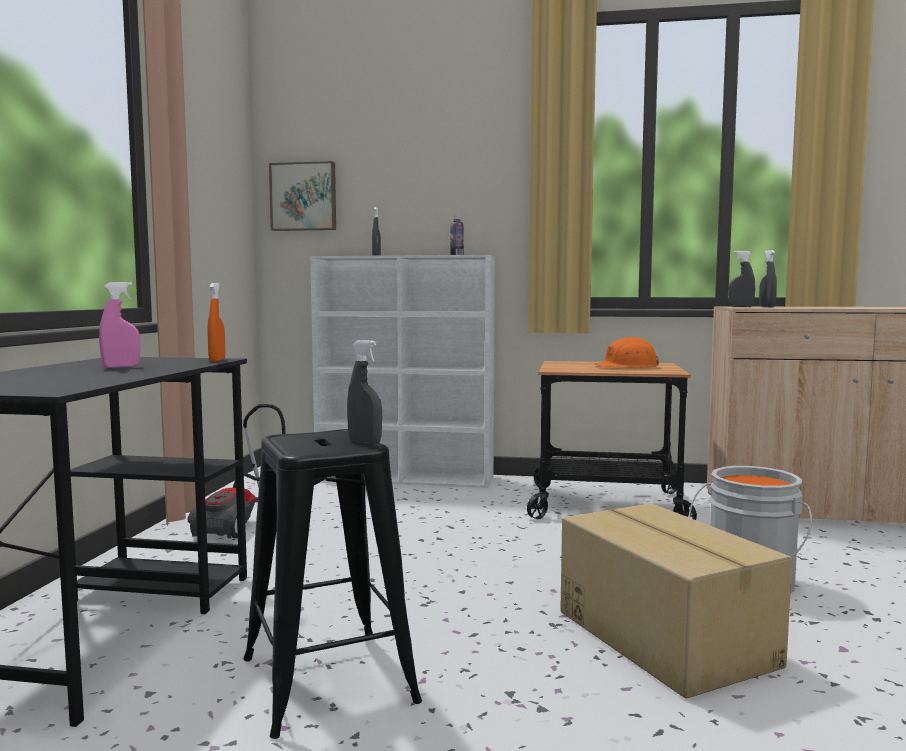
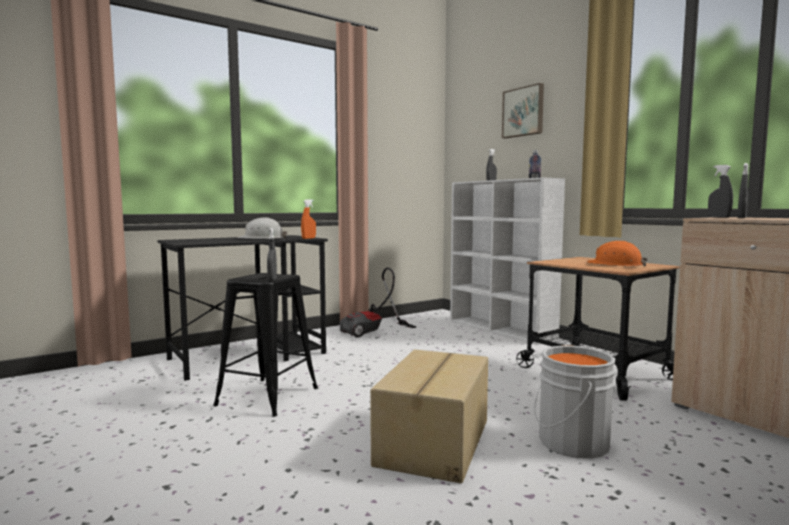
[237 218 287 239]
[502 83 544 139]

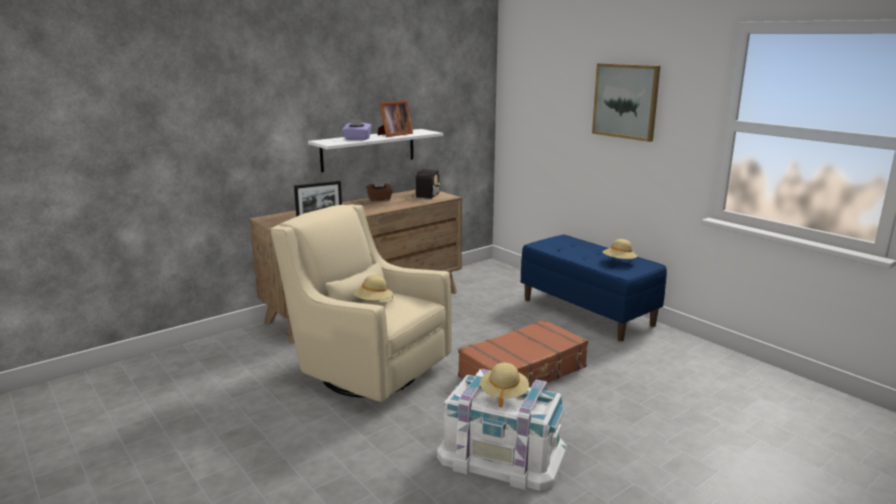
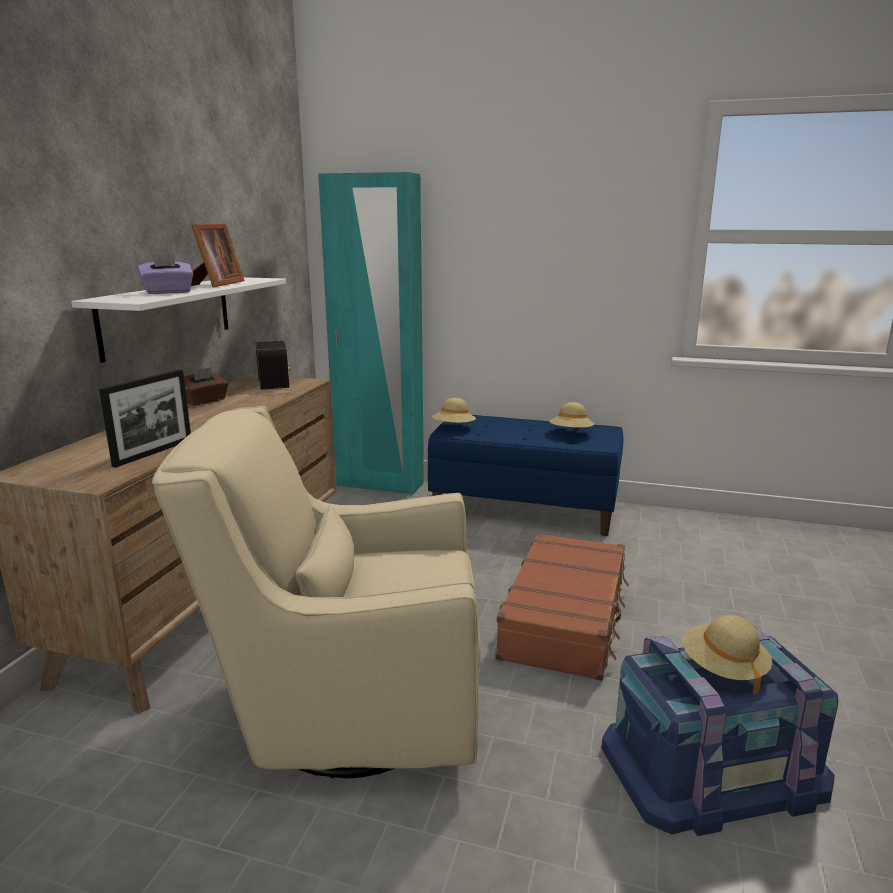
[432 398 476 423]
[601 625 838 836]
[592 63 660 142] (first image)
[318 172 424 495]

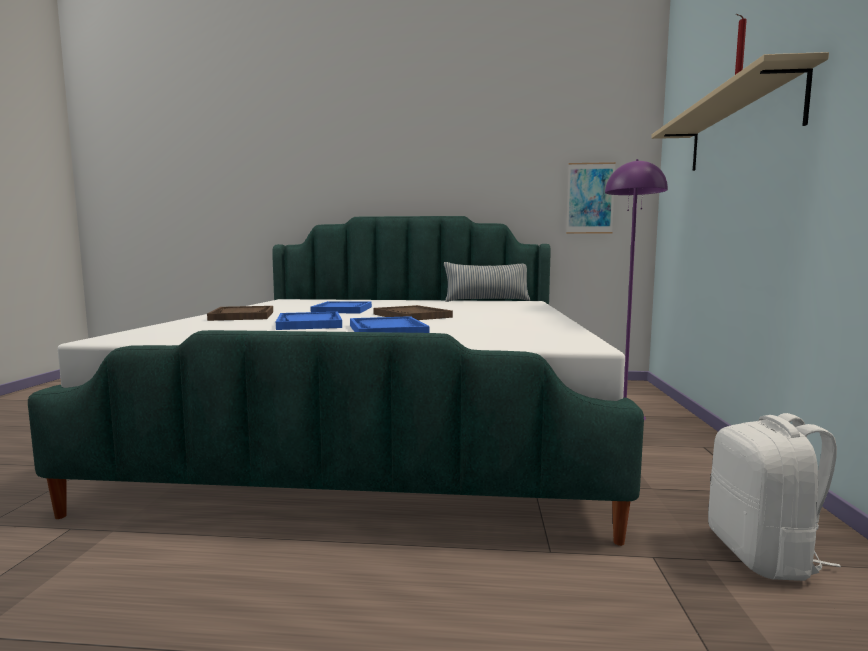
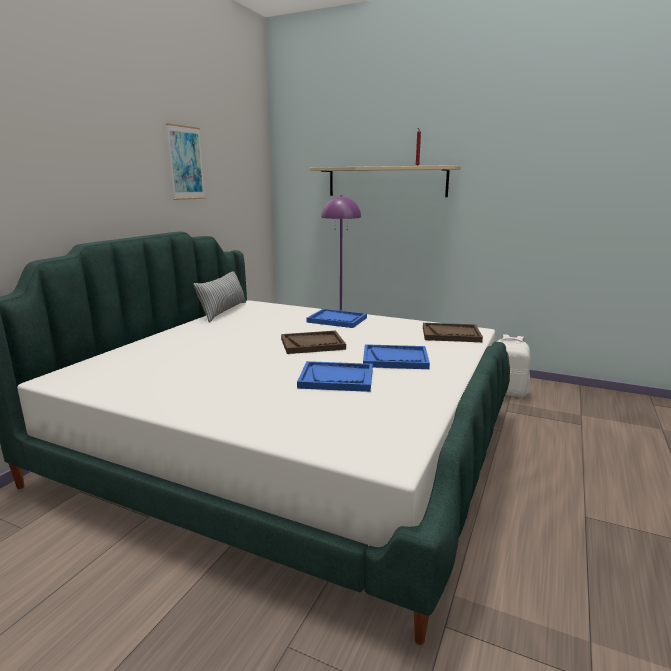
[423 323 483 342]
[307 309 367 328]
[166 123 205 200]

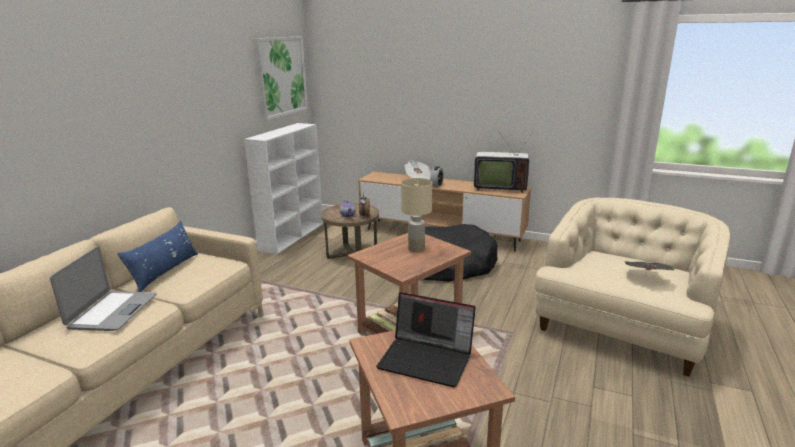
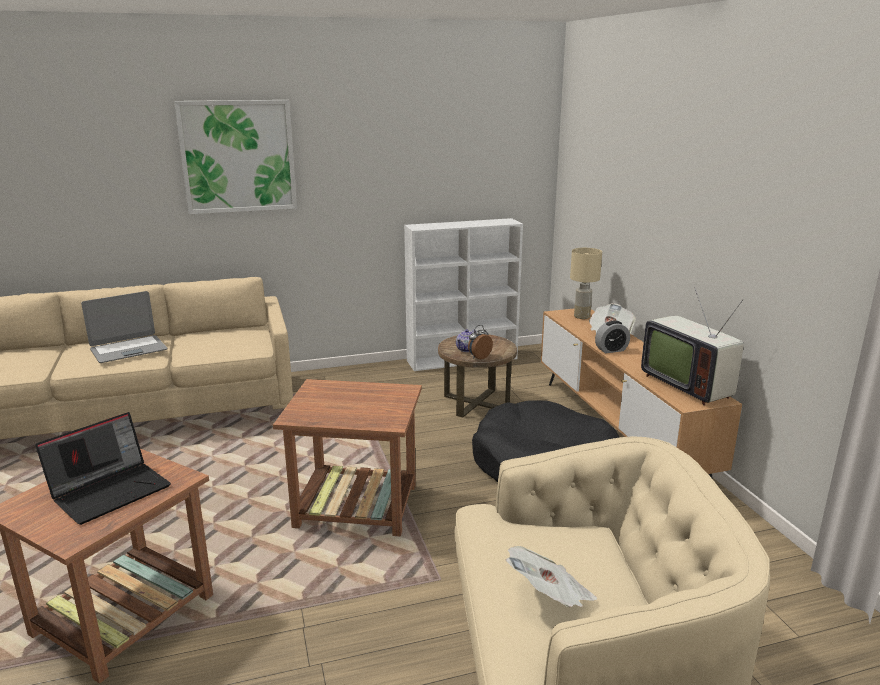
[117 221 198 292] (first image)
[174 100 297 214]
[35 412 171 525]
[570 248 602 319]

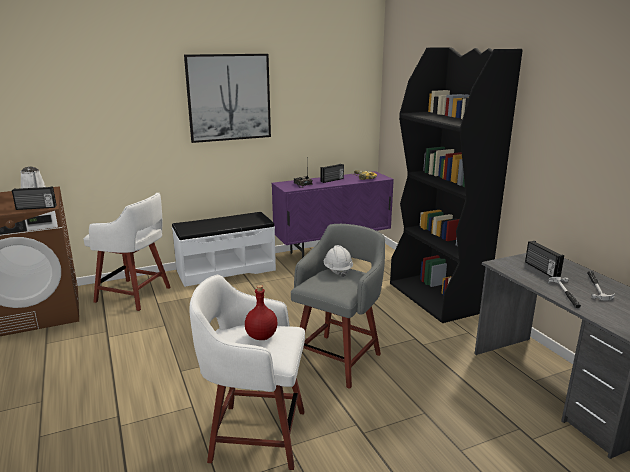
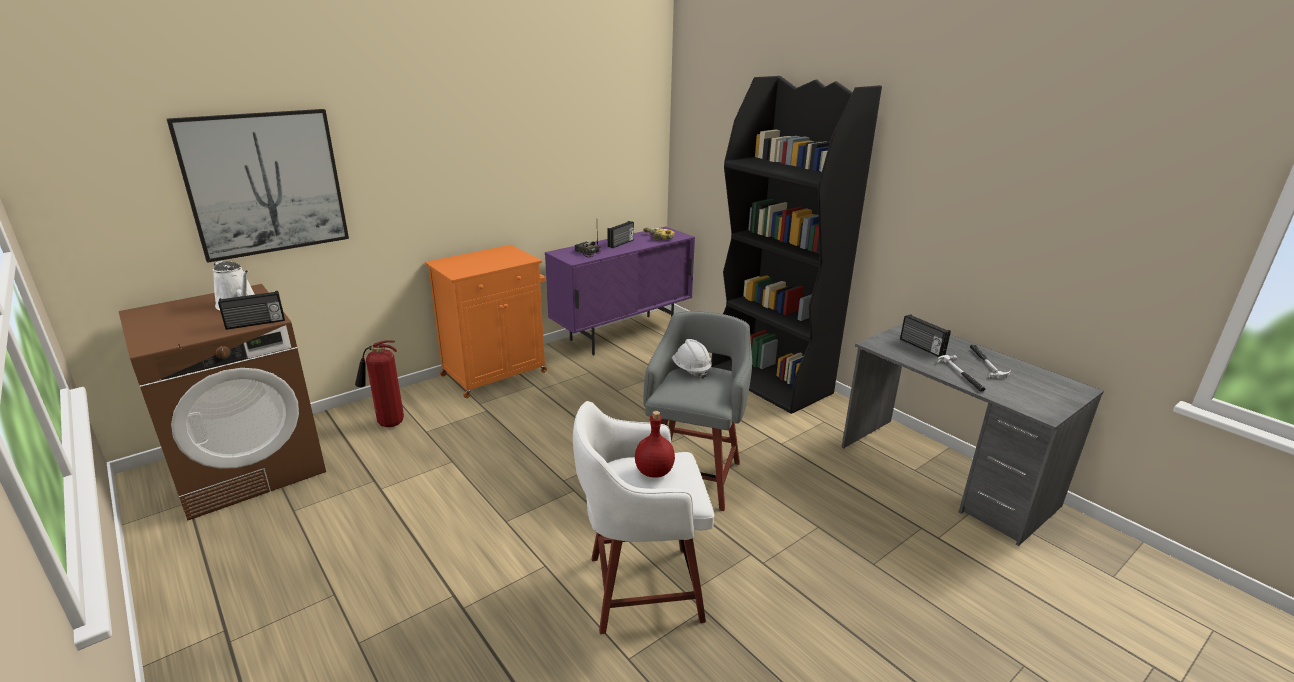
[355 340 404 427]
[425 245 547 398]
[167 109 349 263]

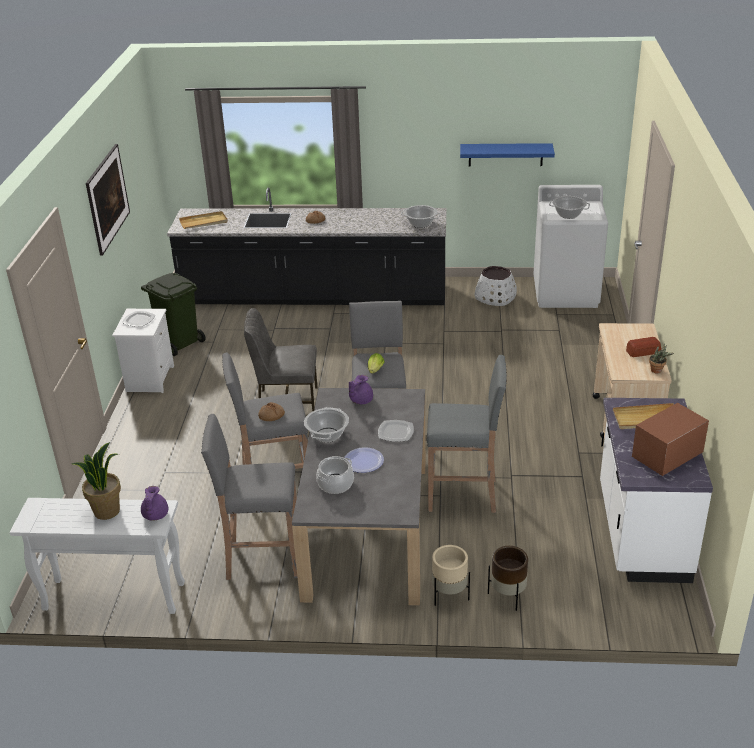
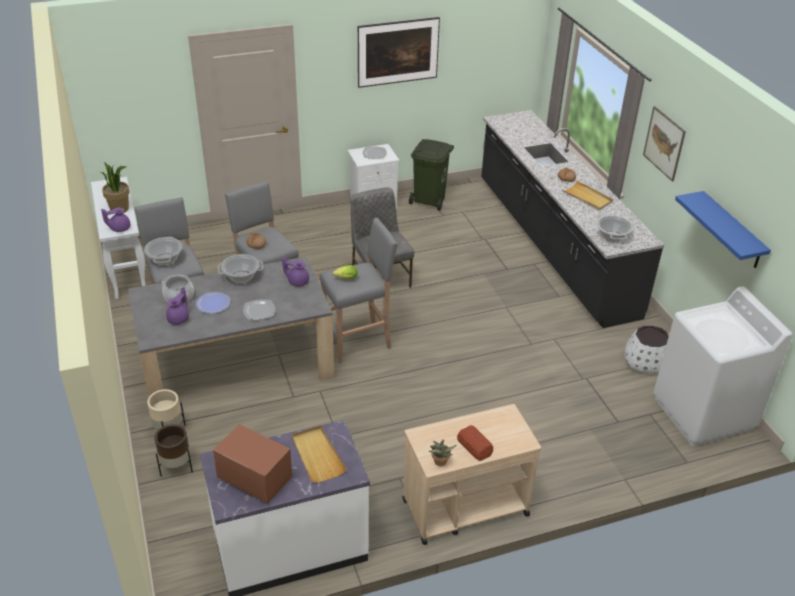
[562 181 613 210]
[427 355 507 513] (first image)
[144 237 183 265]
[166 287 189 325]
[643 106 686 181]

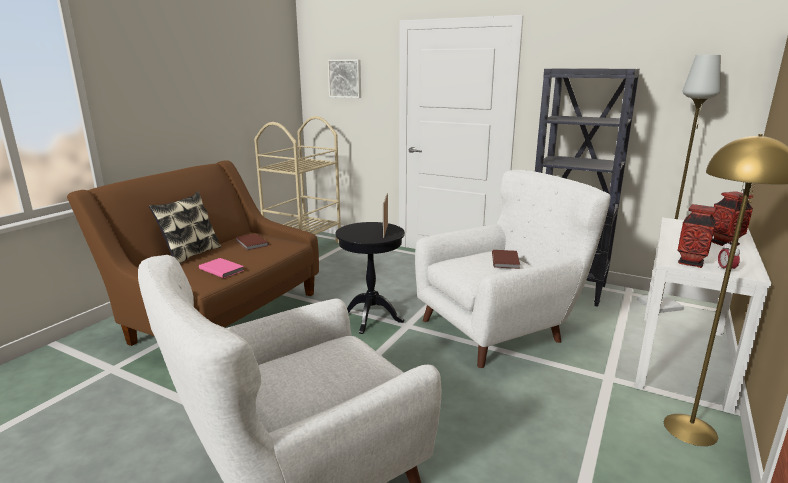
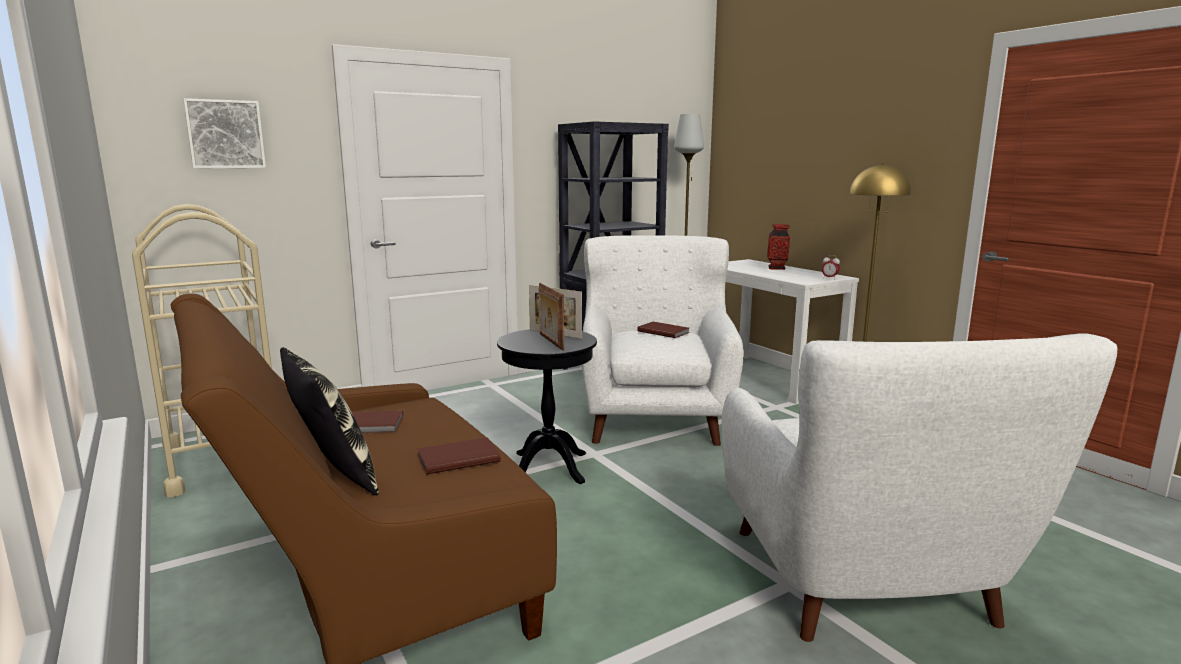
[418 437 501 475]
[677 204 716 268] (first image)
[539 283 564 351]

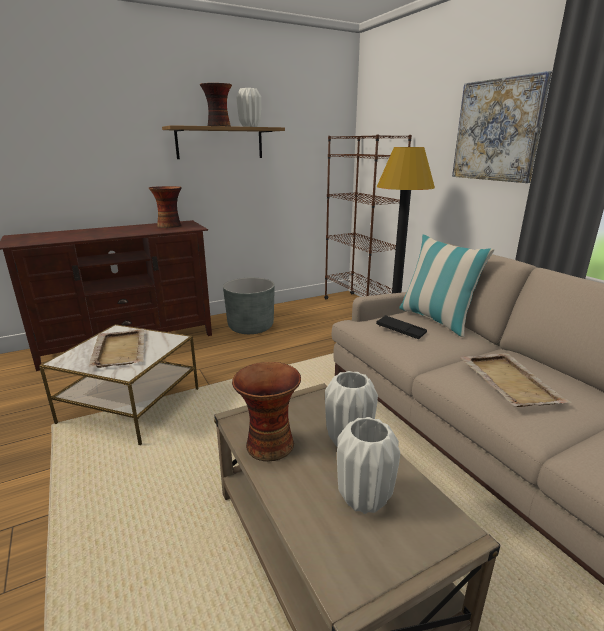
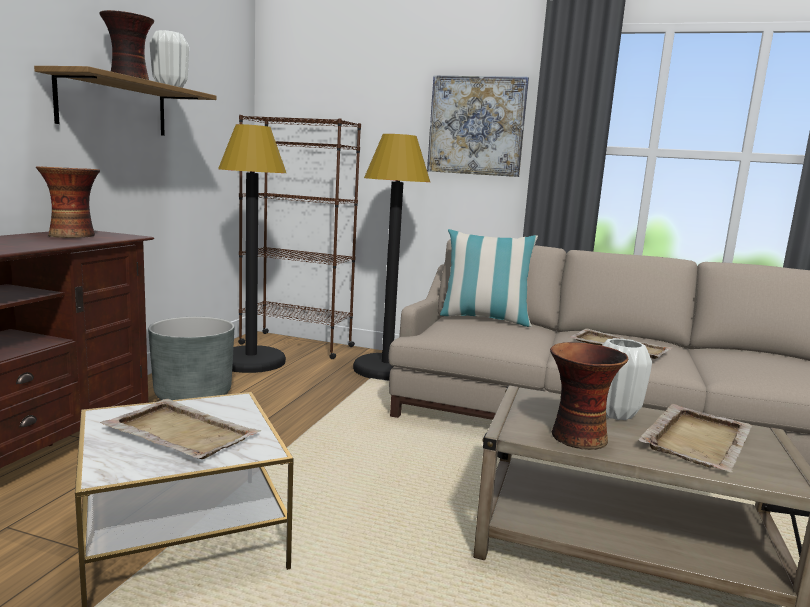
[639 404 752 472]
[376 315 427 339] (first image)
[218 124 286 373]

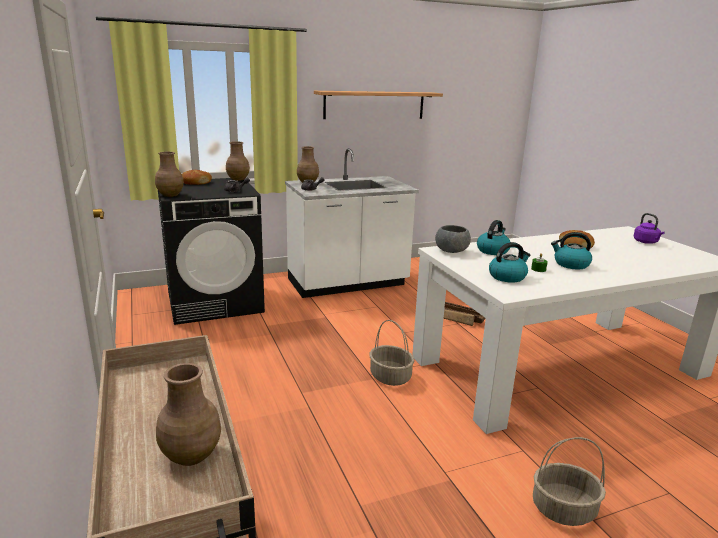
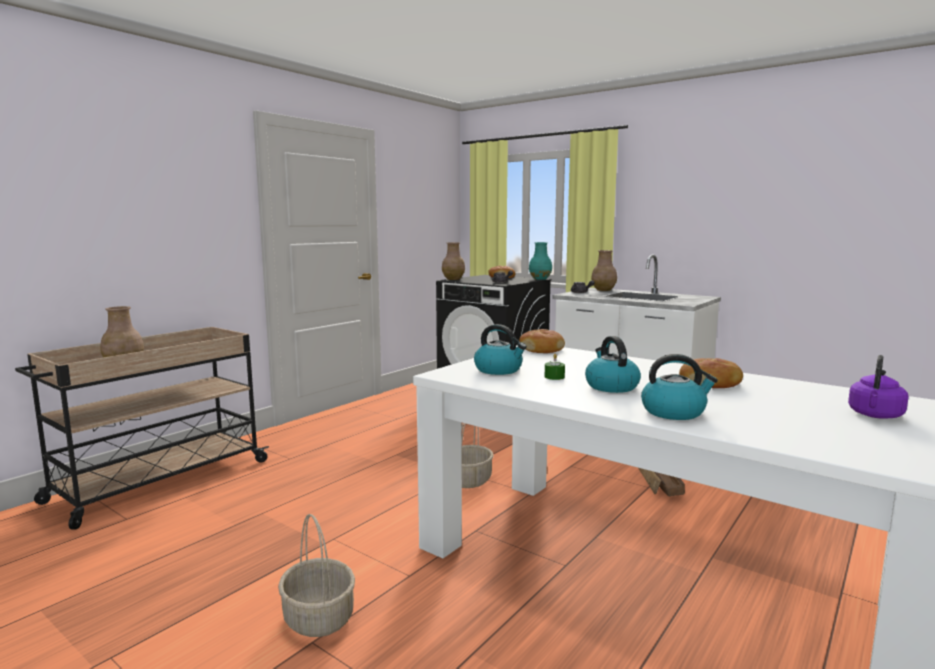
[529 242 552 280]
[314 91 443 119] (first image)
[519 329 565 353]
[641 354 718 420]

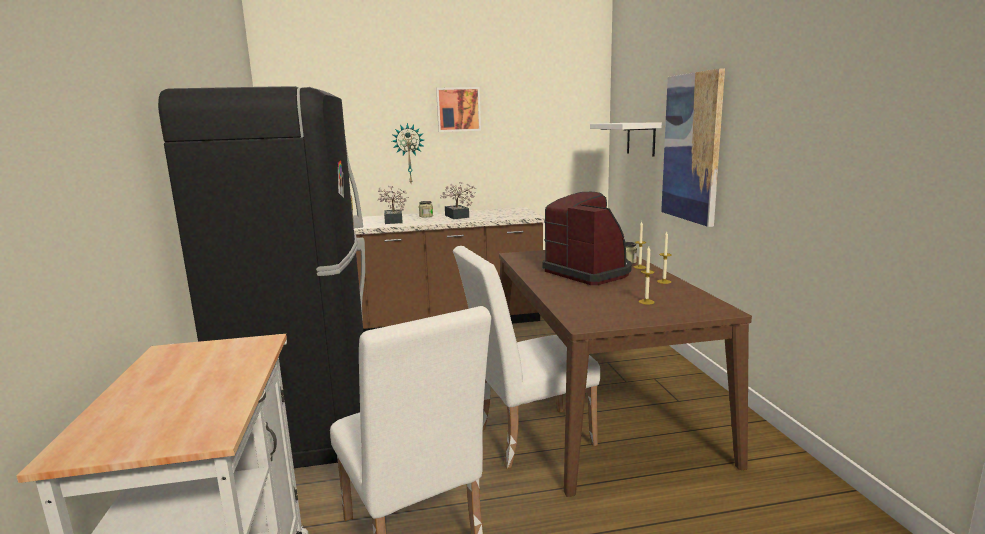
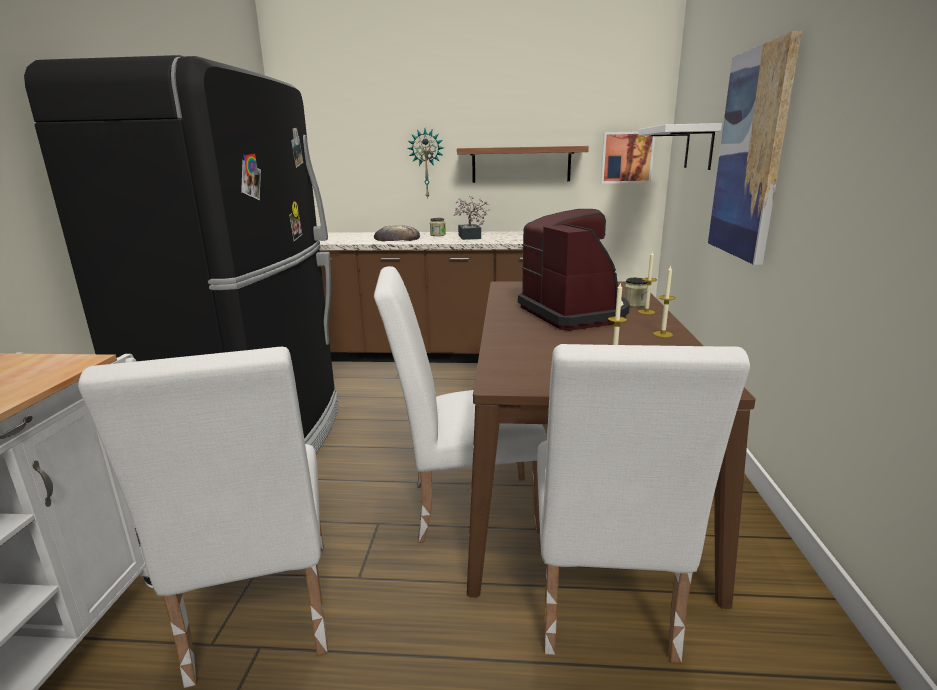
[374 225 420 242]
[600 131 655 184]
[457 146 589 183]
[537 344 750 663]

